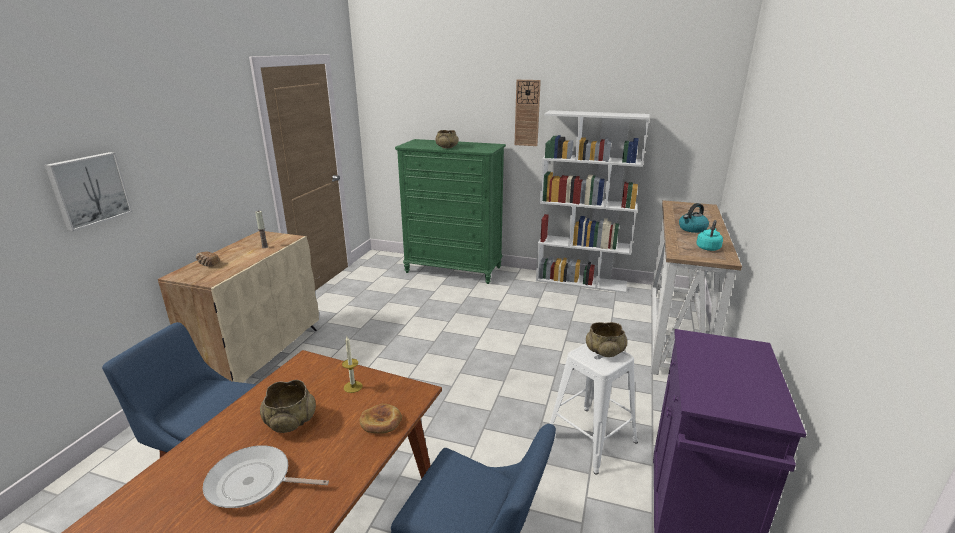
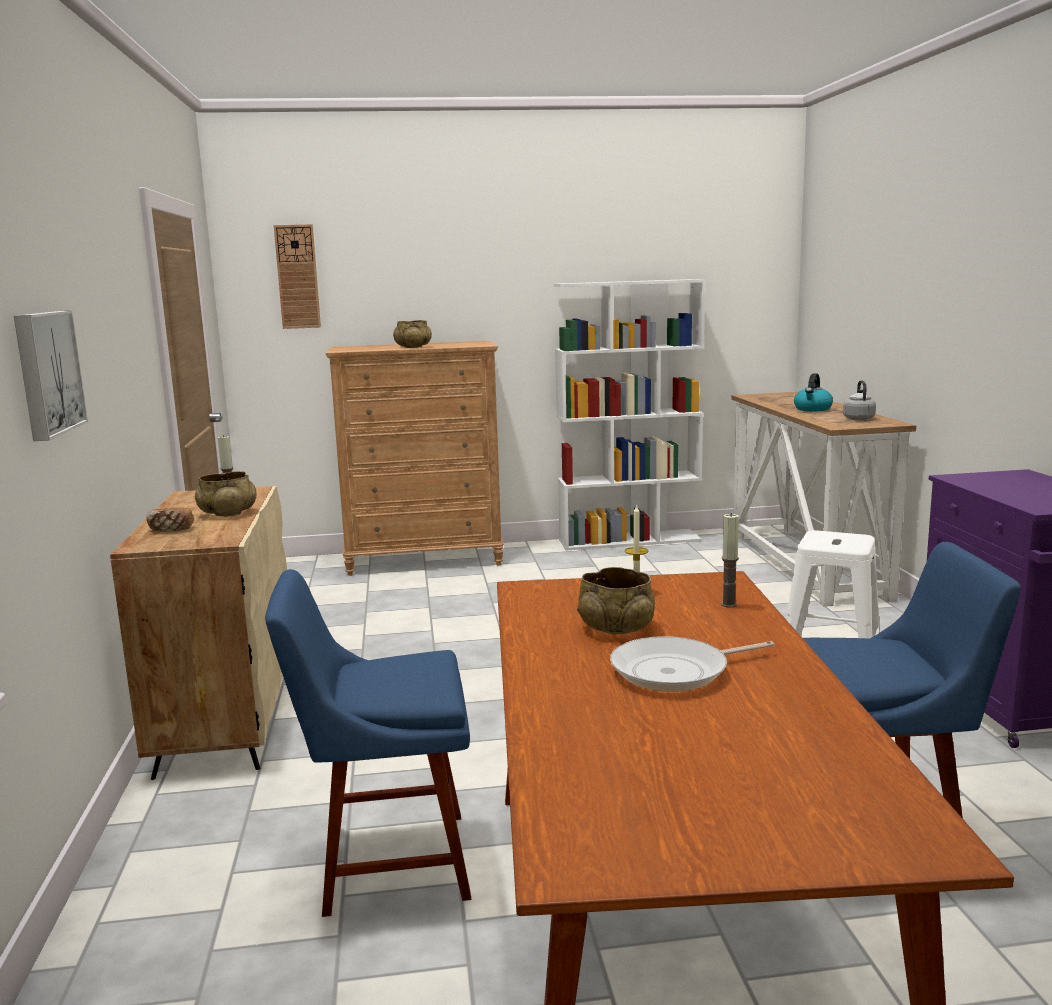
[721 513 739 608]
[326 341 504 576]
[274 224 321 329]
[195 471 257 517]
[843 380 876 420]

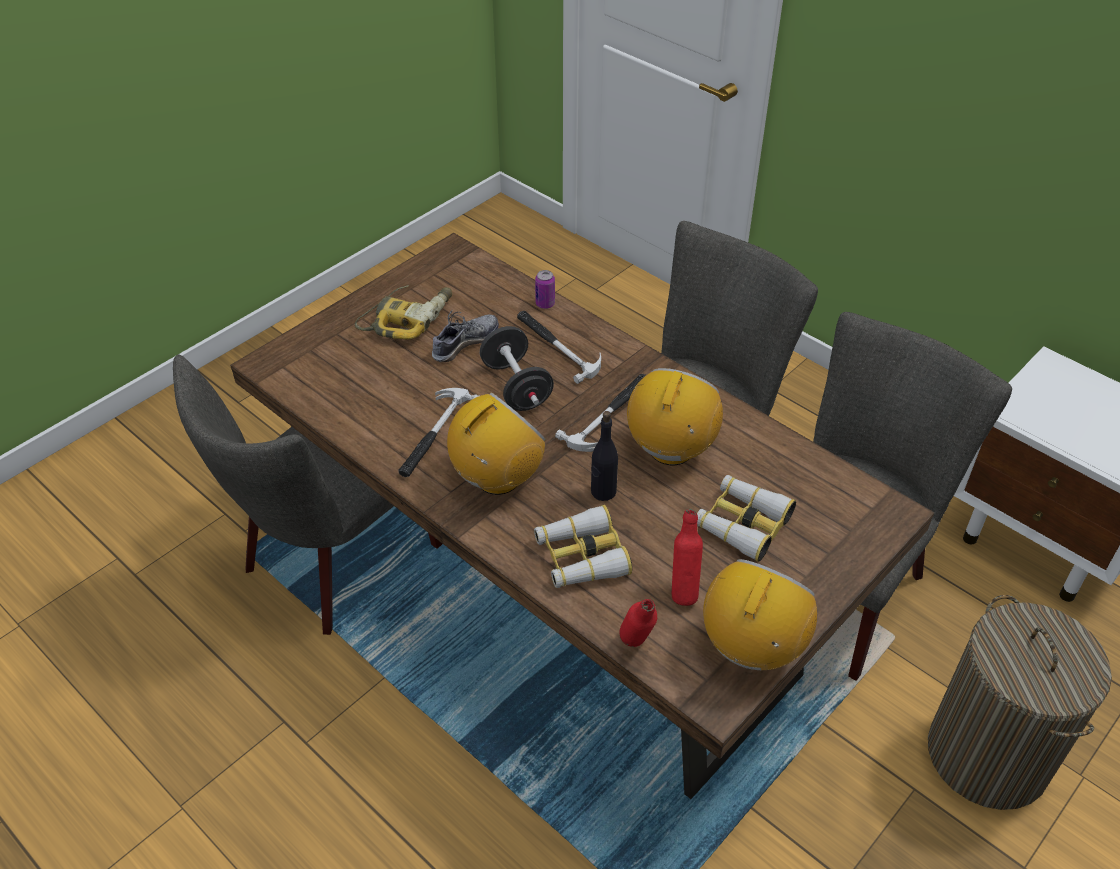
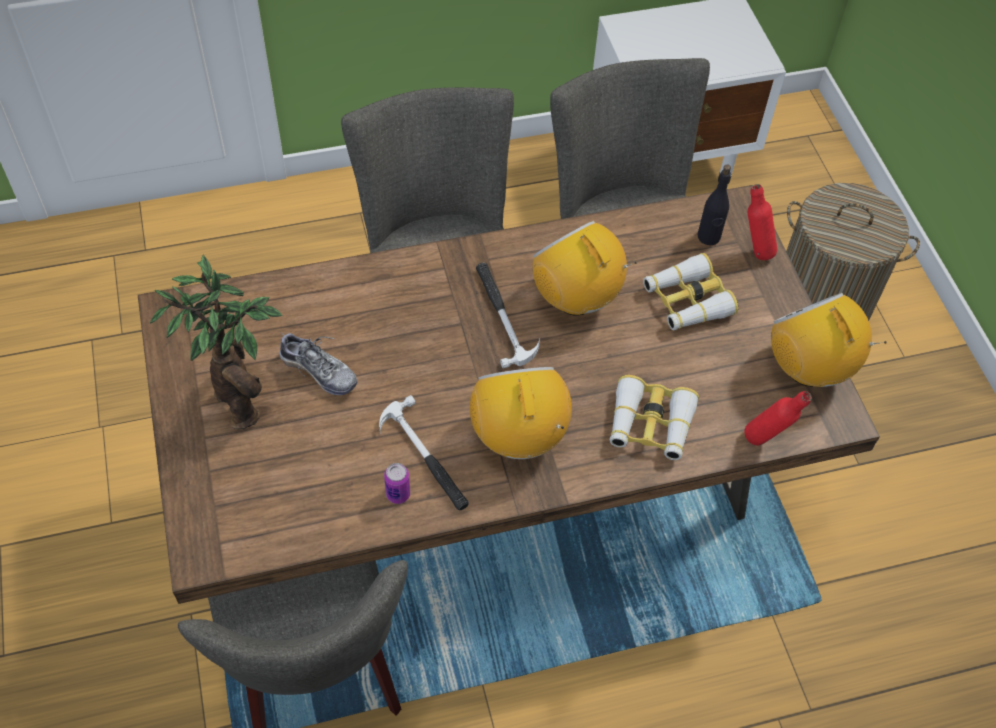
[150 255 283 429]
[279 333 357 395]
[480 326 554 411] (first image)
[517 311 601 384] (first image)
[384 463 410 504]
[698 165 731 245]
[748 184 777 260]

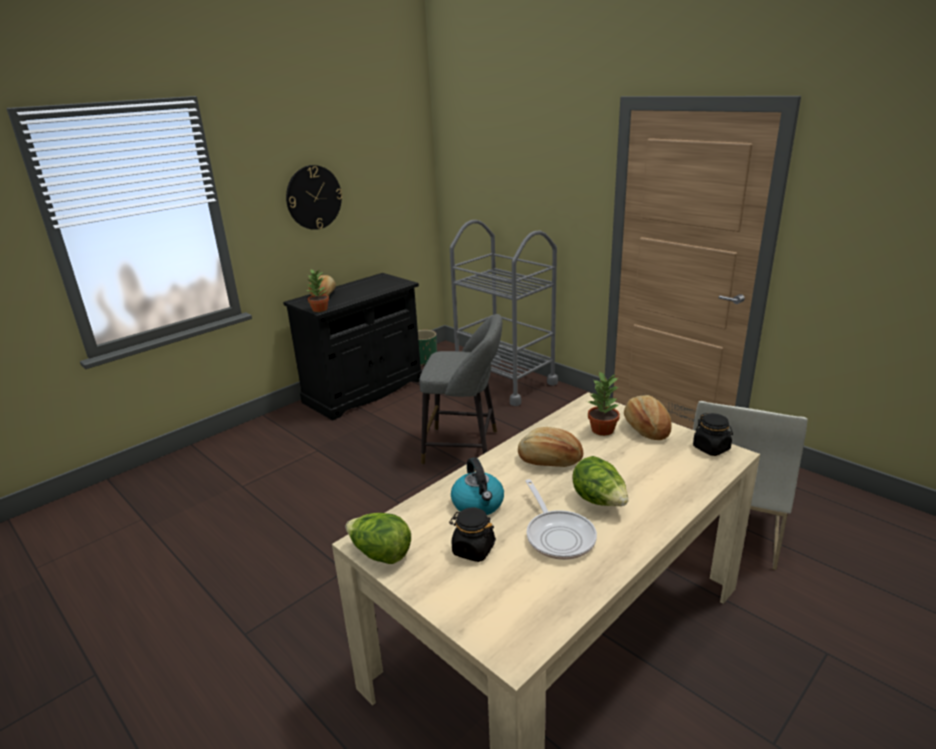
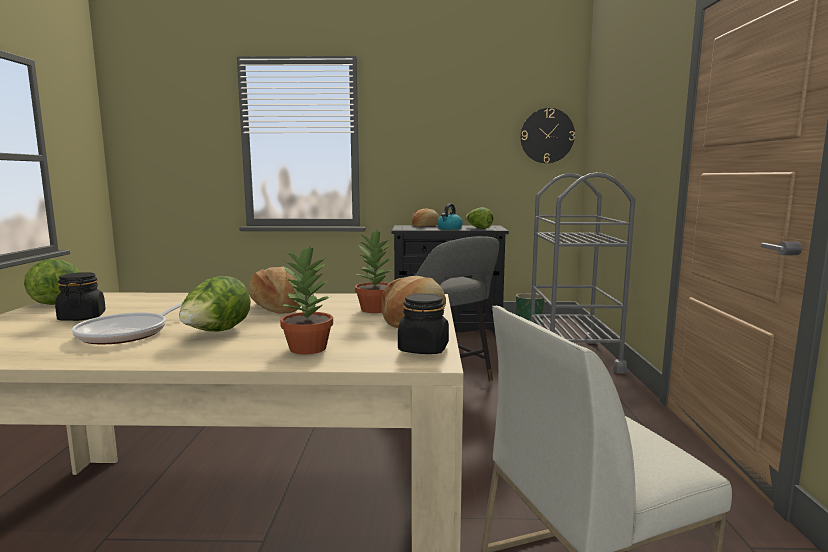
[520 108 575 163]
[280 245 333 355]
[437 204 463 230]
[465 207 494 229]

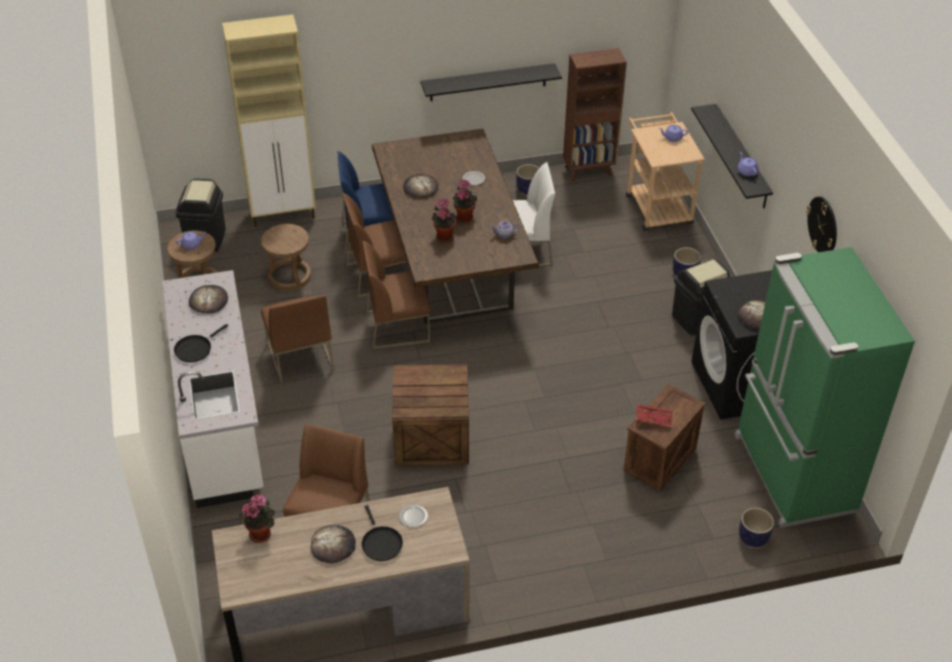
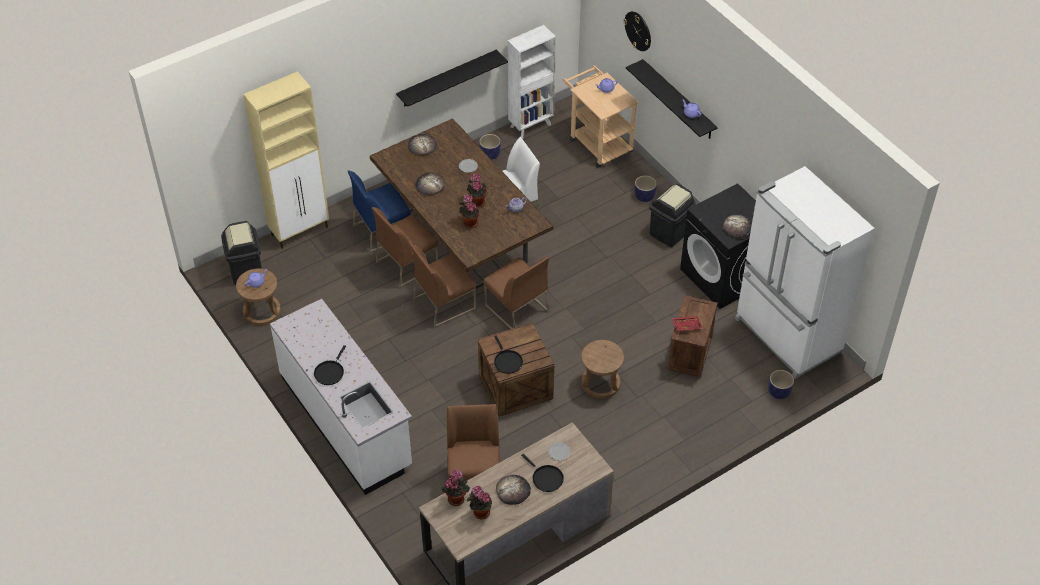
[408 134 437 155]
[581 340 624 399]
[483 257 549 329]
[508 25 556 139]
[735 166 875 379]
[624 11 651 51]
[467 486 492 520]
[494 335 523 374]

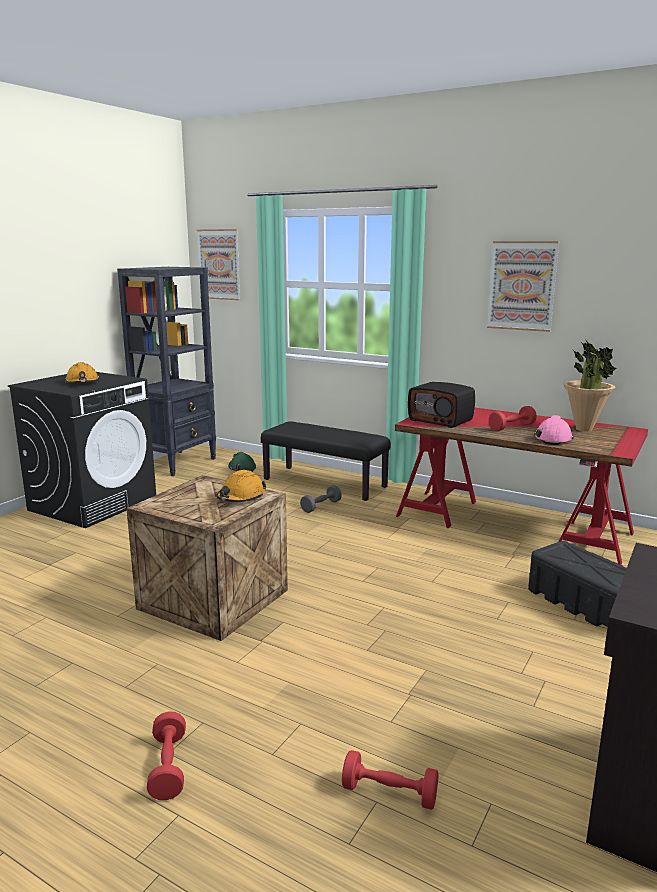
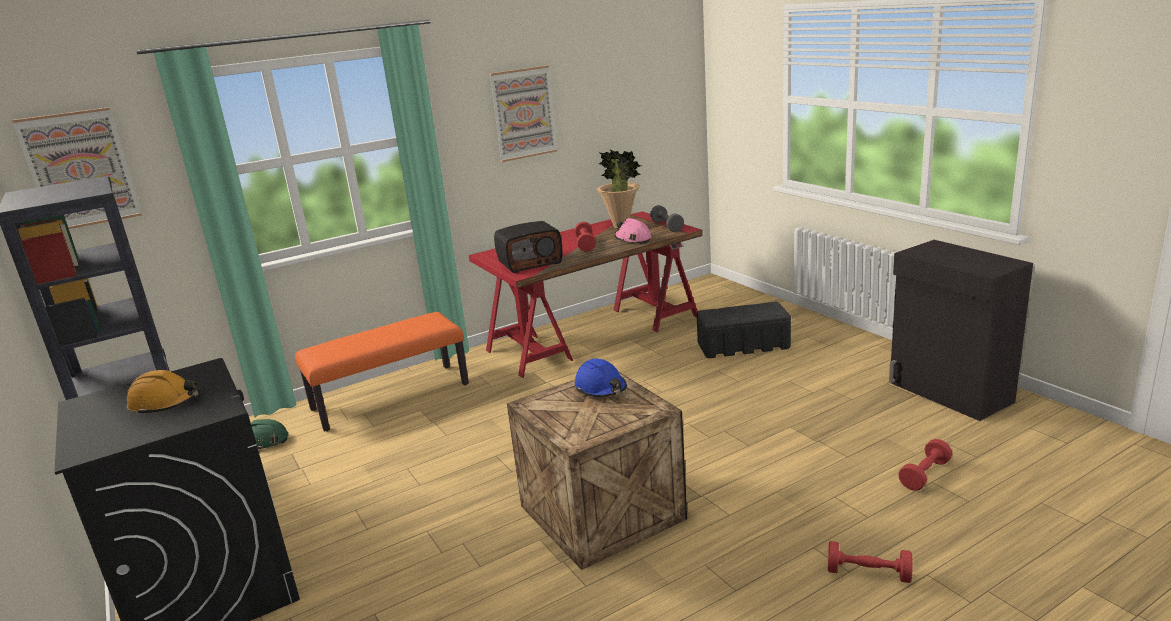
[575 359 627 397]
[295 312 469 432]
[650 205 684 232]

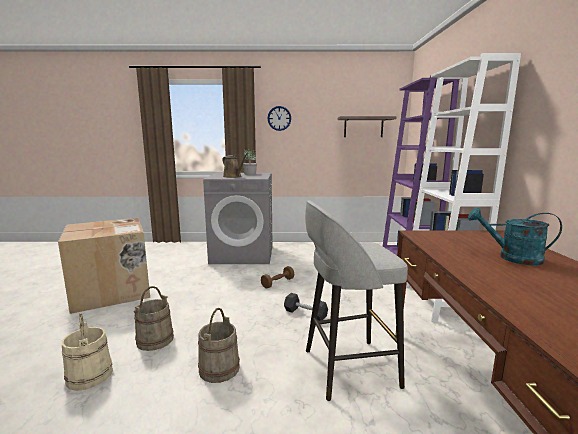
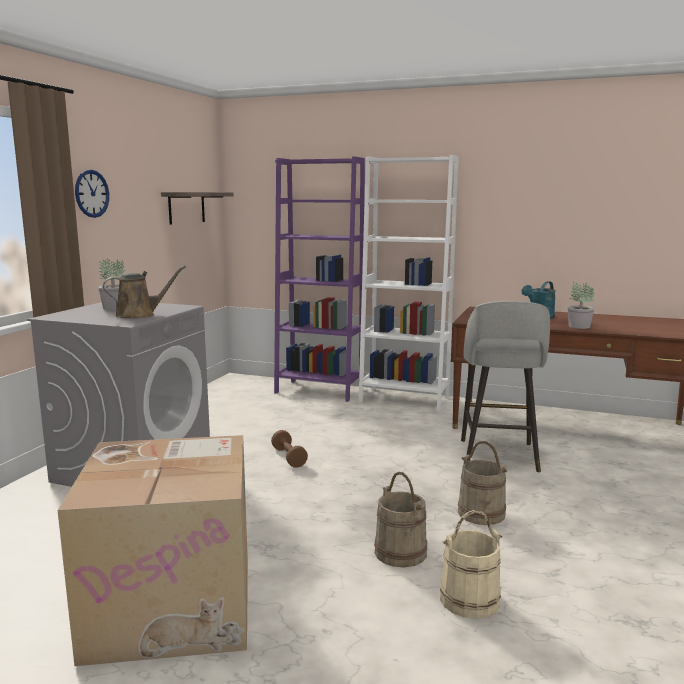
[284 293 328 321] (first image)
[568 281 595 329]

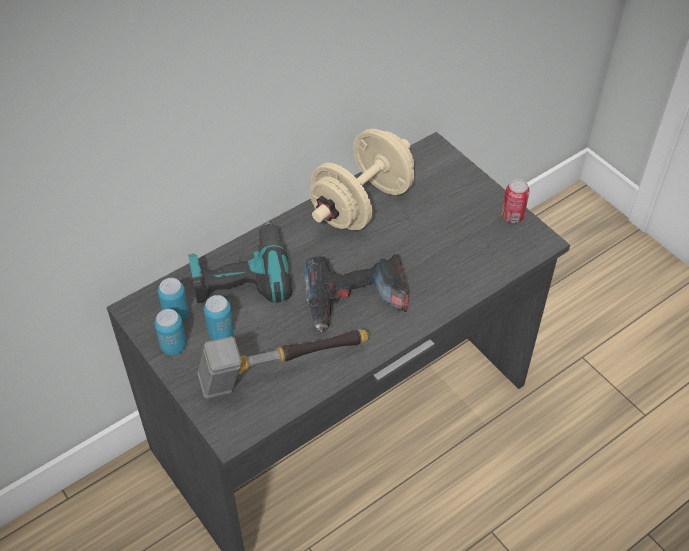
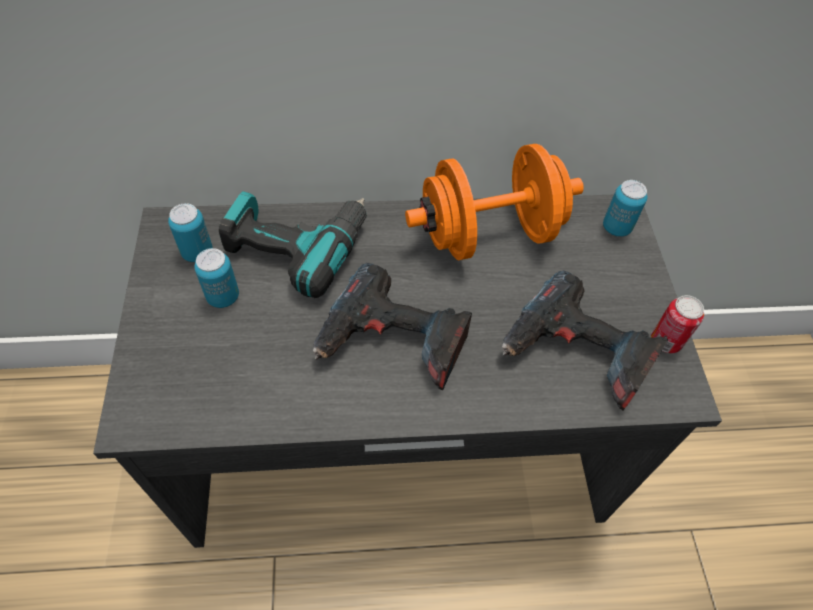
[603 180 647 237]
[197 329 369 399] (first image)
[405 144 584 260]
[502 271 668 411]

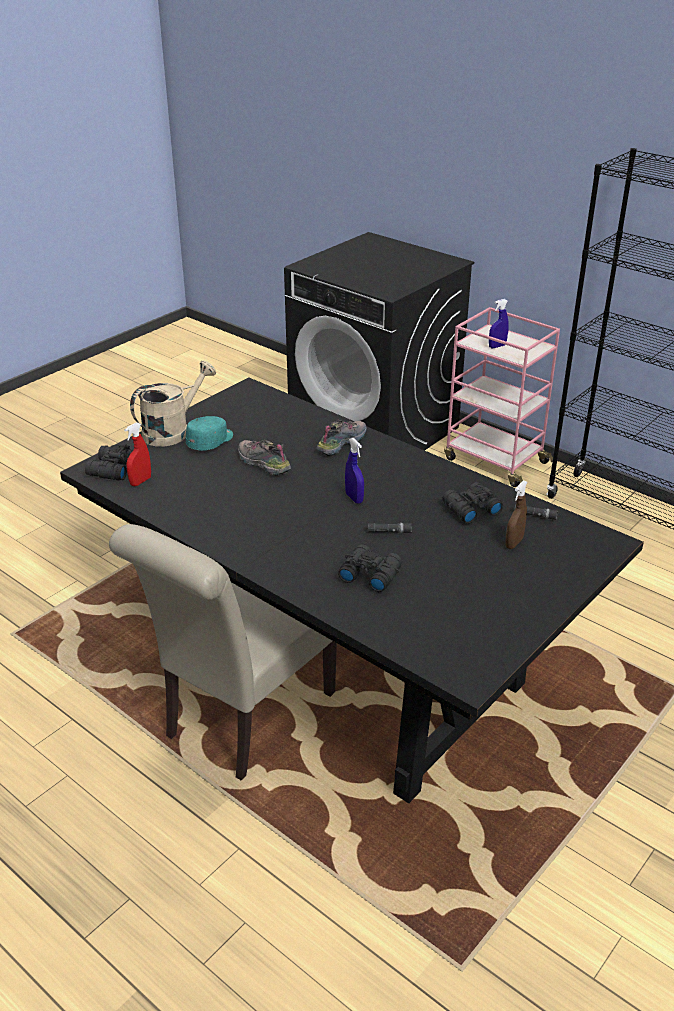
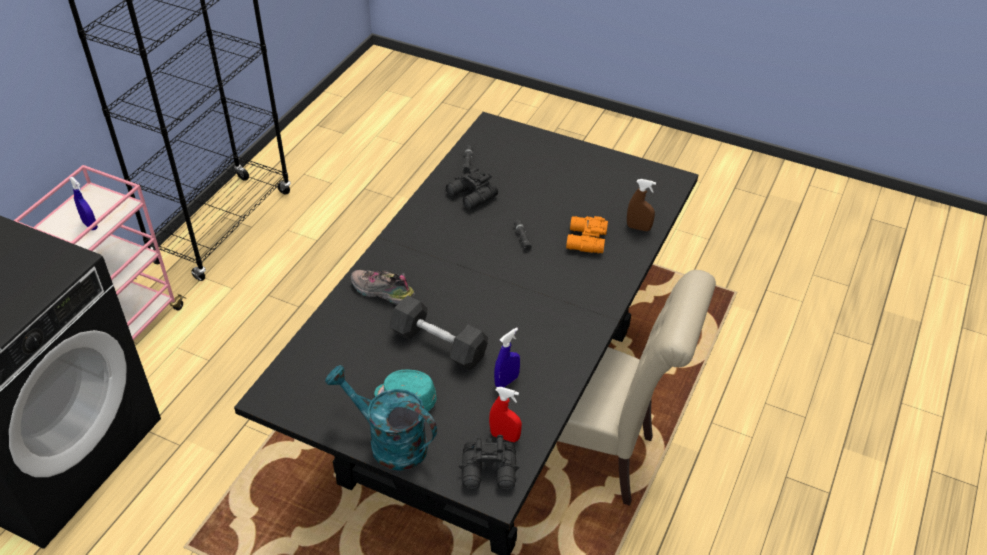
[325 365 437 471]
[390 295 488 370]
[566 216 608 253]
[494 327 520 387]
[627 179 656 231]

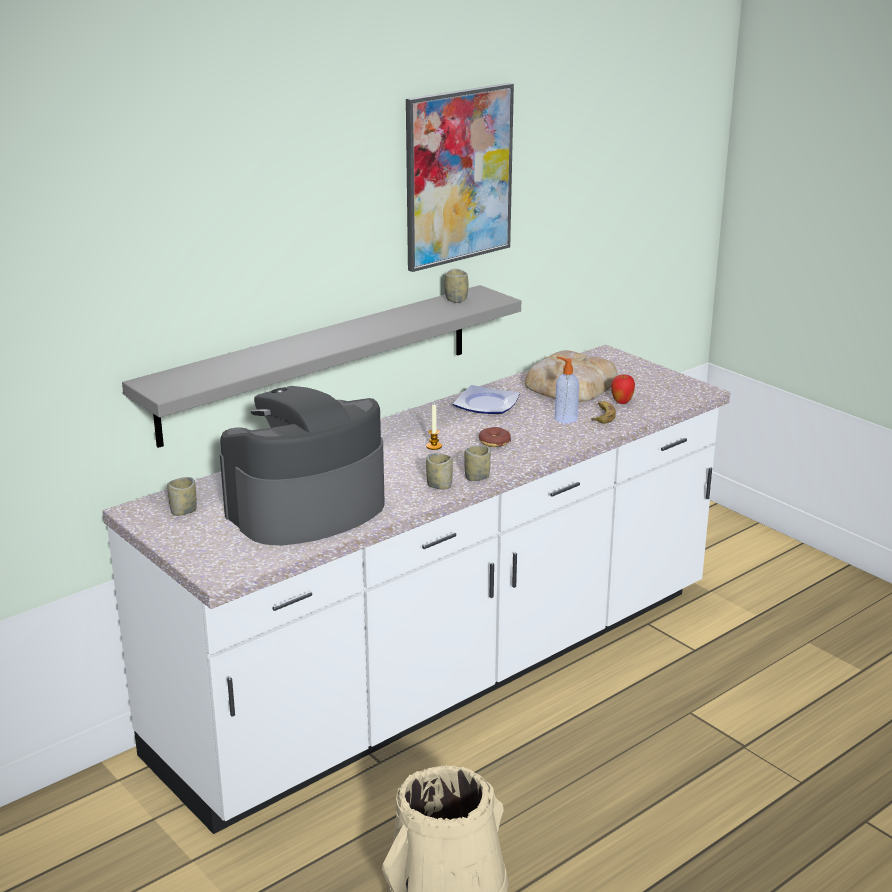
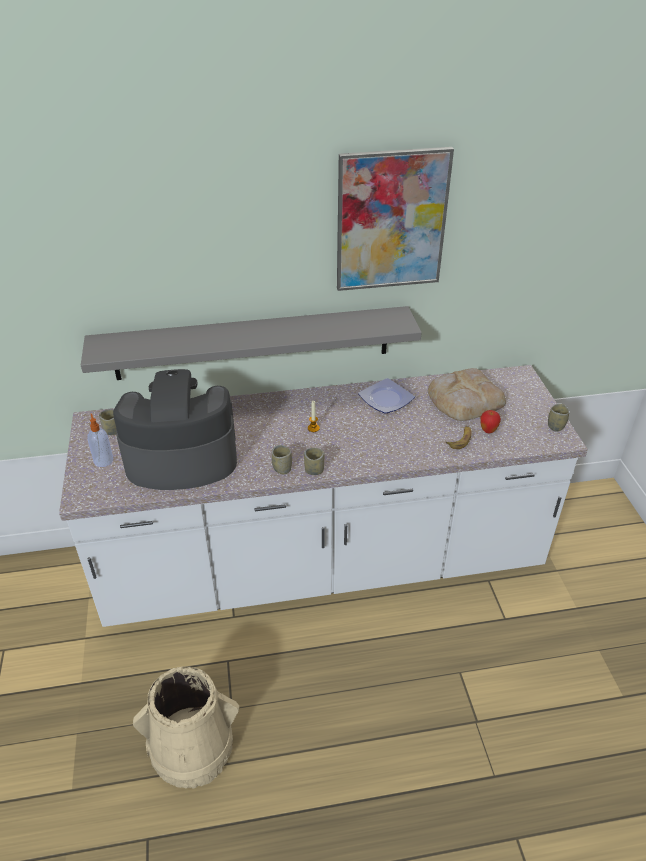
[548 403 569 431]
[479 427 511 447] (first image)
[87 413 113 467]

